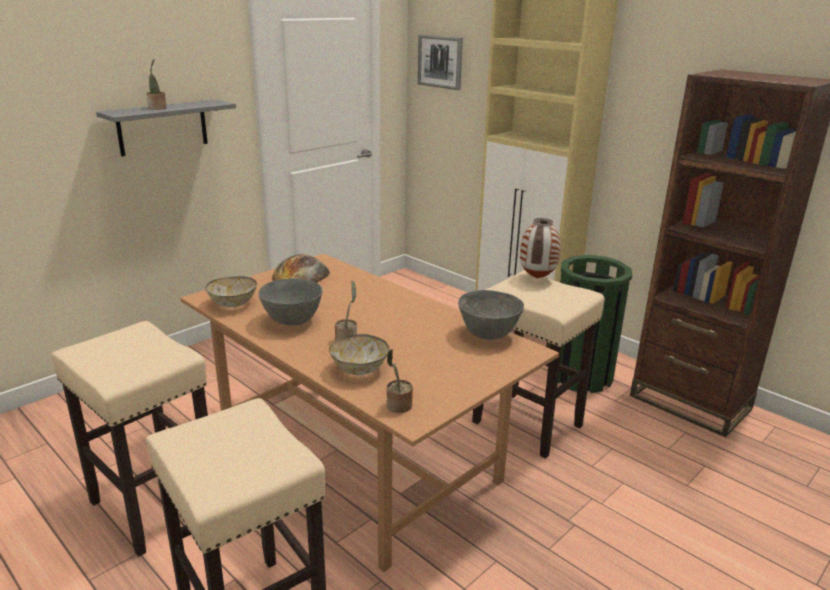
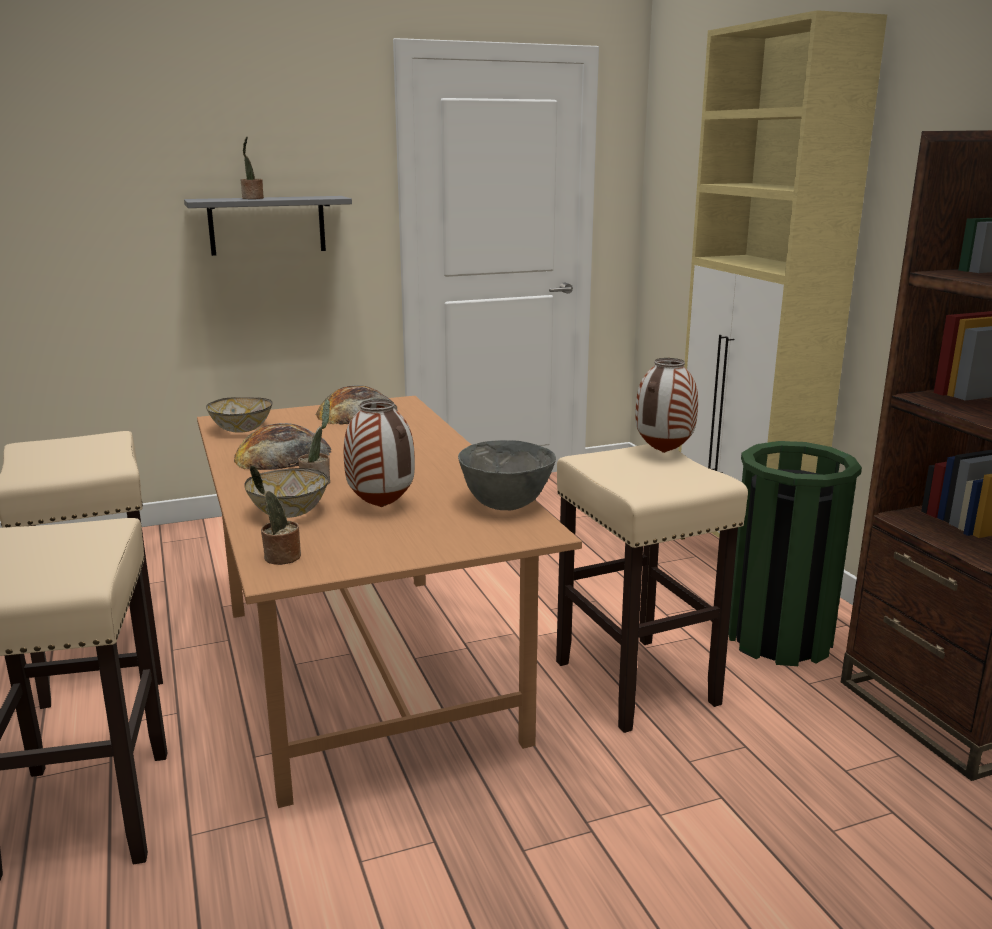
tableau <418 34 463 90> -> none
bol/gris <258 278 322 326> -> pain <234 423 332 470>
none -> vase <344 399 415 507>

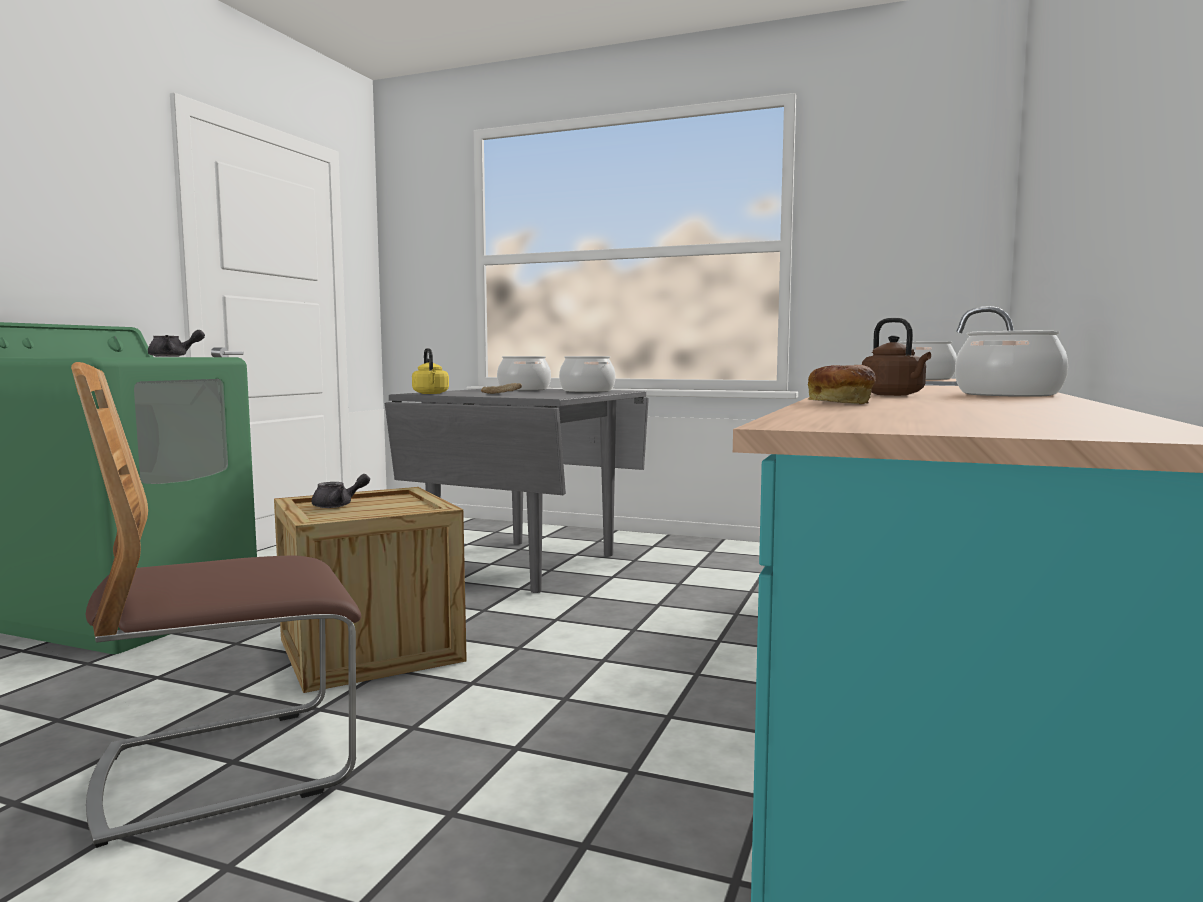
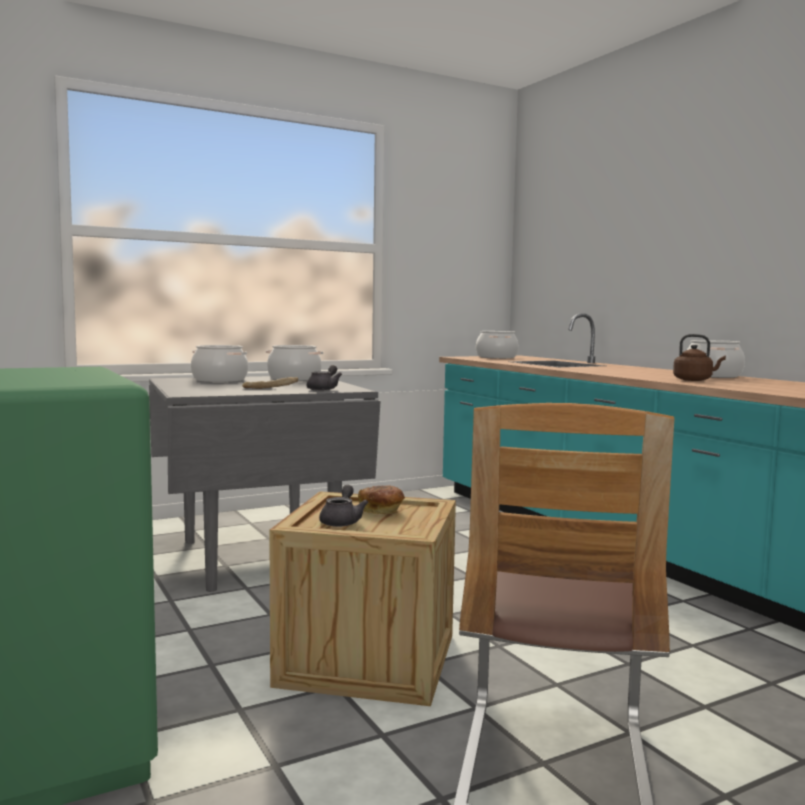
théière/gris <148 330 205 357> -> théière/gris <307 365 342 391>, relocated
bouilloire/jaune <412 348 449 394> -> none
pain <808 365 876 404> -> pain <358 485 405 514>, relocated

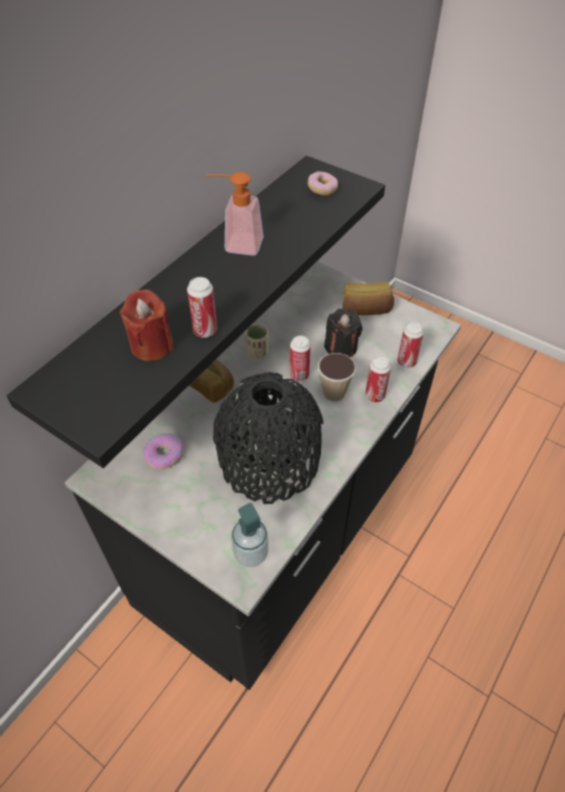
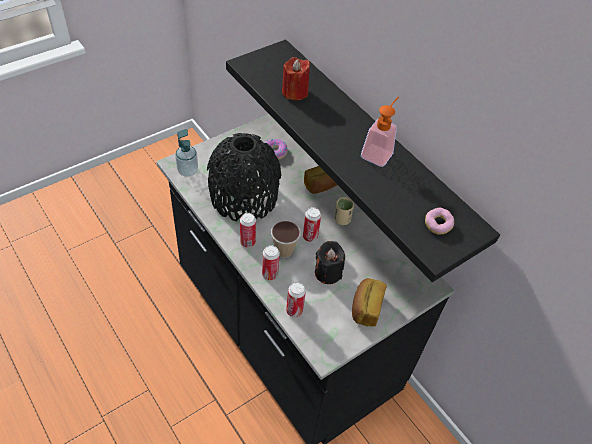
boîte métallique <187 277 217 338> -> boîte métallique <240 213 256 248>, relocated

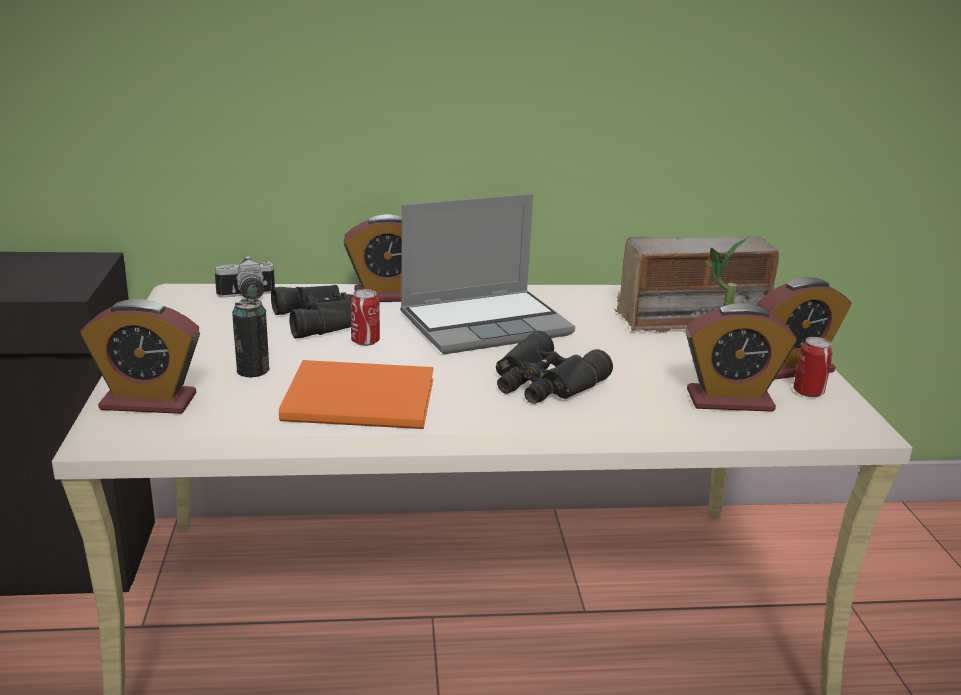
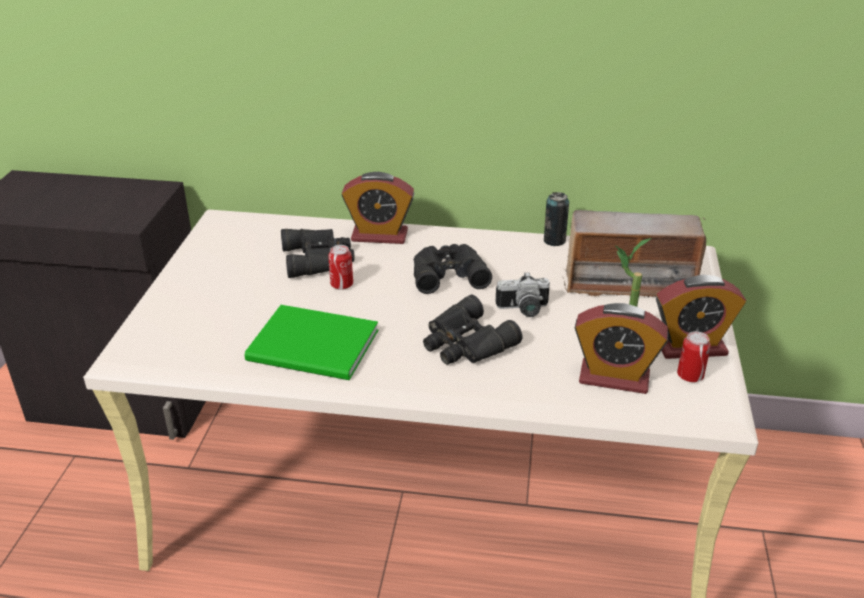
ordinateur portable <400 194 575 354> -> jumelles/noir <414 244 492 294>
appareil photo <215 255 275 299> -> appareil photo <495 272 550 317>, relocated
réveil <80 299 200 414> -> none
boîte métallique <232 299 269 378> -> boîte métallique <544 192 570 246>, relocated
livre/orange <279 360 434 429> -> livre/vert <244 305 378 380>

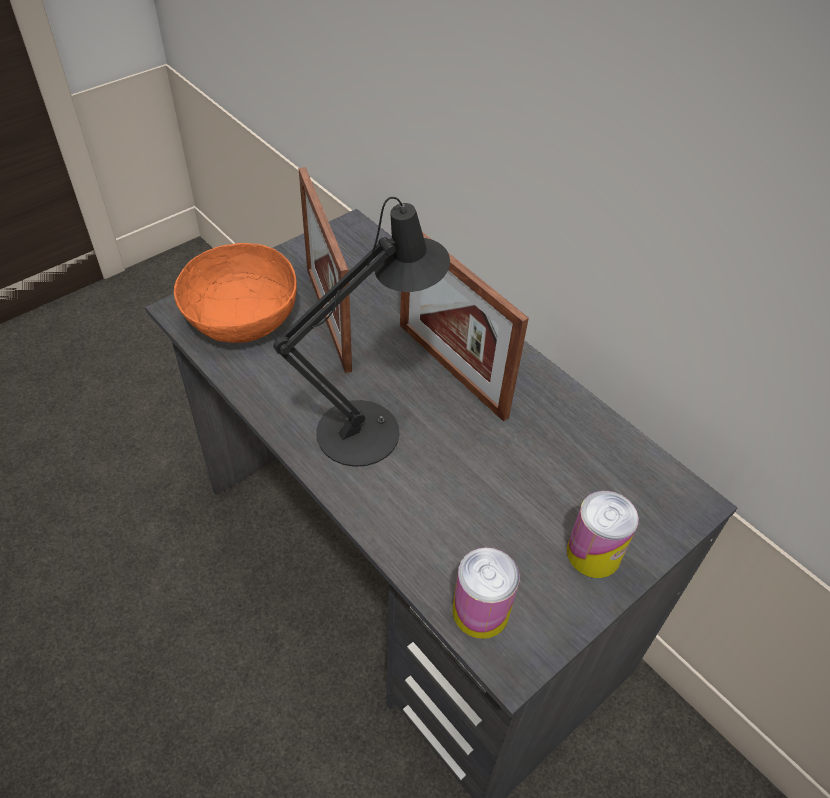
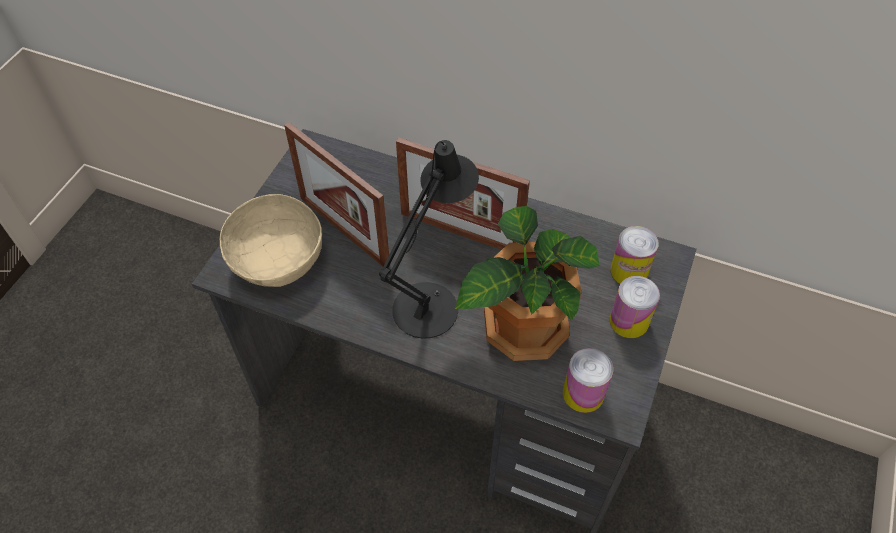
bol/orange <174 243 297 343> -> bol/beige <220 194 322 287>
none -> plante en pot <455 206 601 361>
none -> boîte métallique <610 226 659 284>

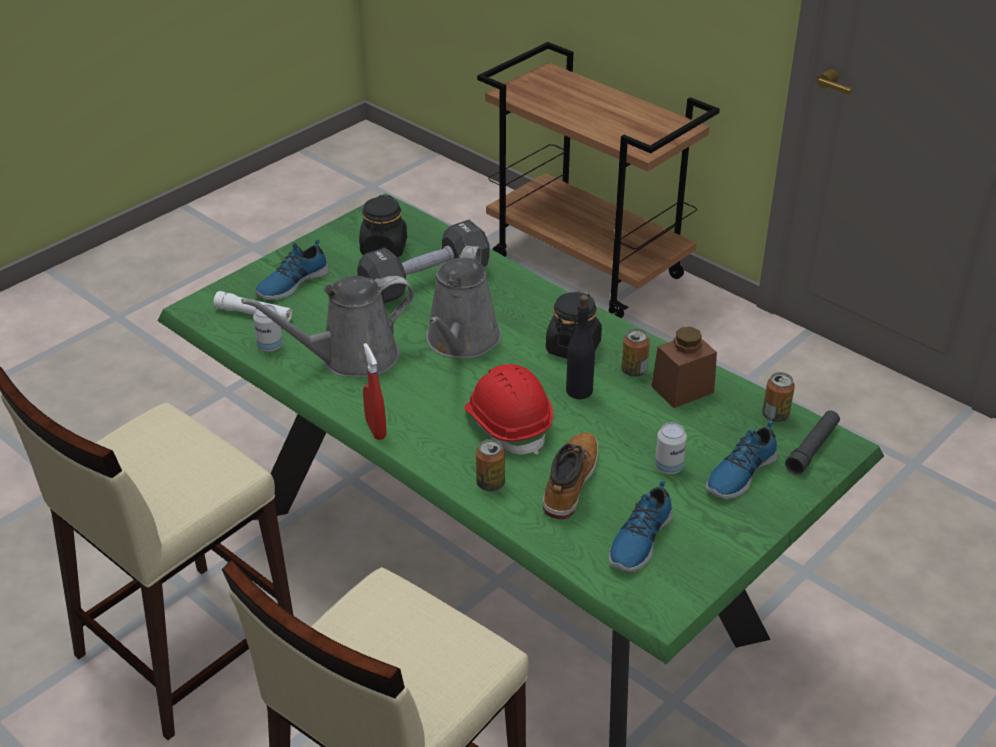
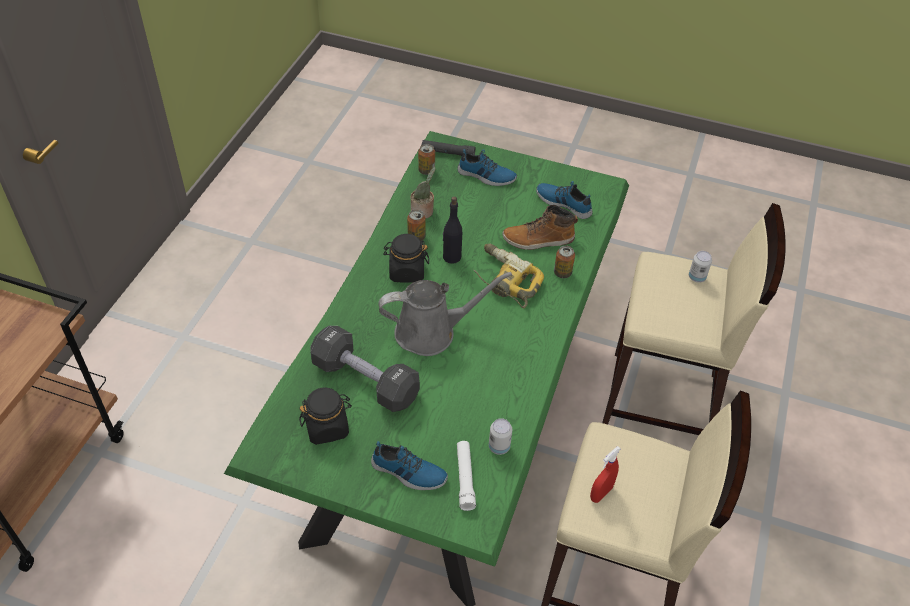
arrosoir/gris <241 276 414 377> -> none
bocal/marron <652 327 717 408> -> plante en pot <411 167 436 219>
vaporisateur/rouge <363 343 386 440> -> vaporisateur/rouge <590 446 621 503>, relocated
casque de chantier/rouge <465 364 553 455> -> perceuse <474 243 544 309>
boîte métallique <655 423 687 474> -> boîte métallique <689 251 712 283>, relocated
chaussure <609 480 673 572> -> chaussure <536 181 593 219>, 150 degrees counterclockwise

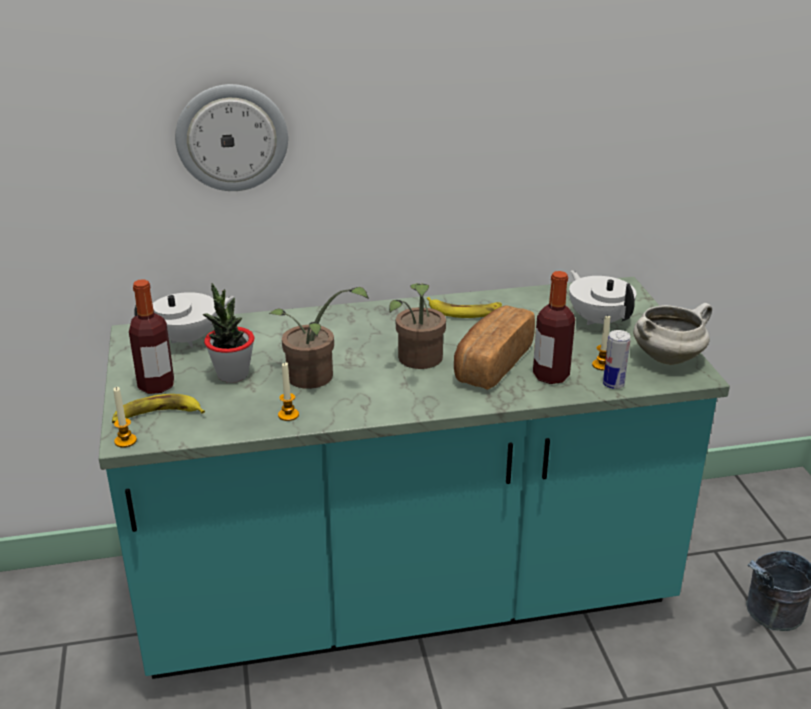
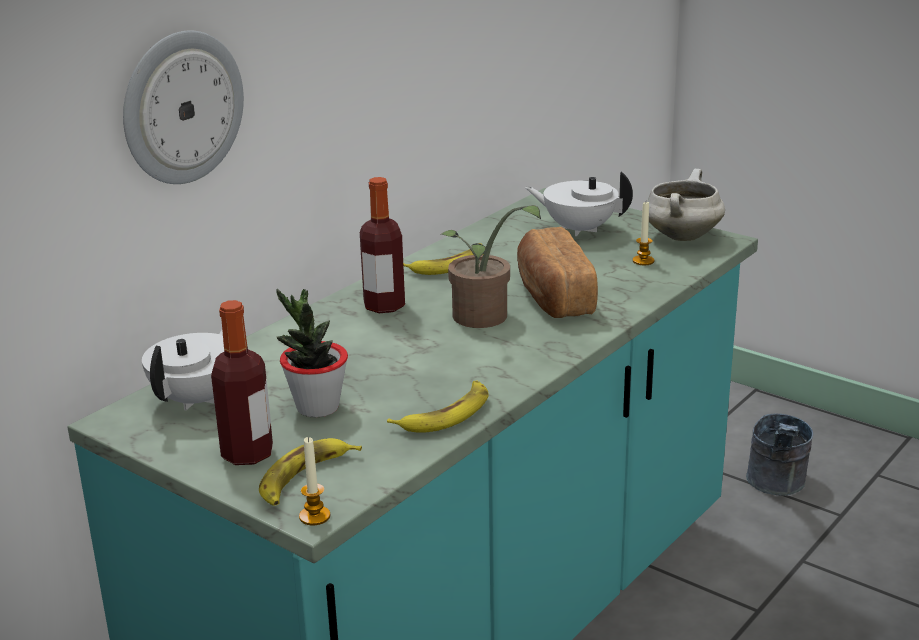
bouteille <533 271 575 384> -> bouteille <360 177 405 313>, relocated
plante en pot <269 287 369 389> -> none
boîte métallique <603 330 631 389> -> none
bougie <278 362 299 421> -> banane <387 380 489 433>

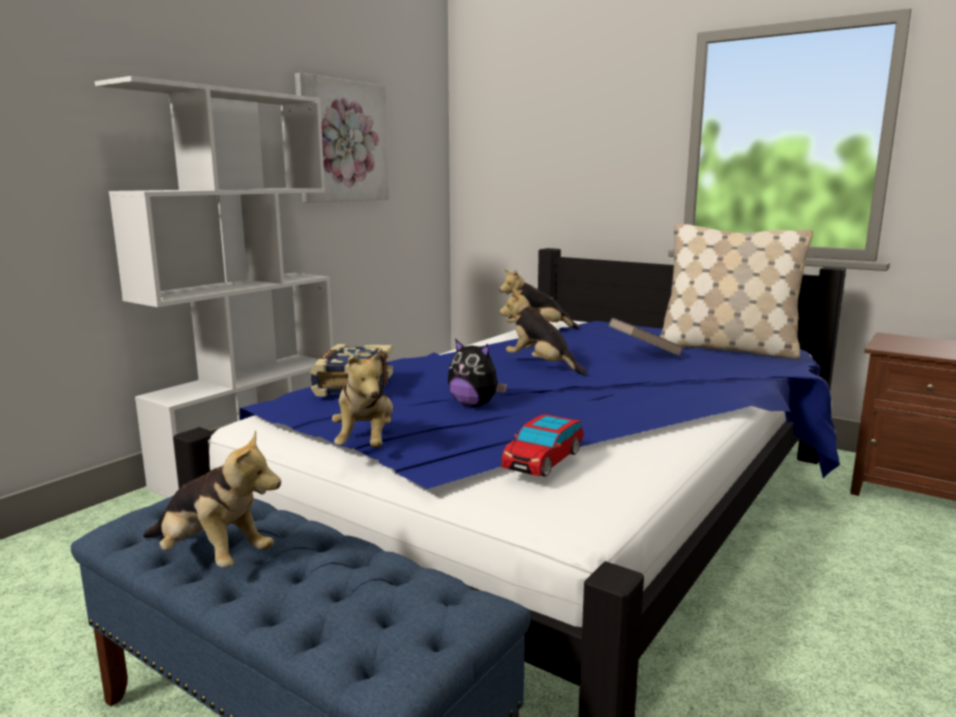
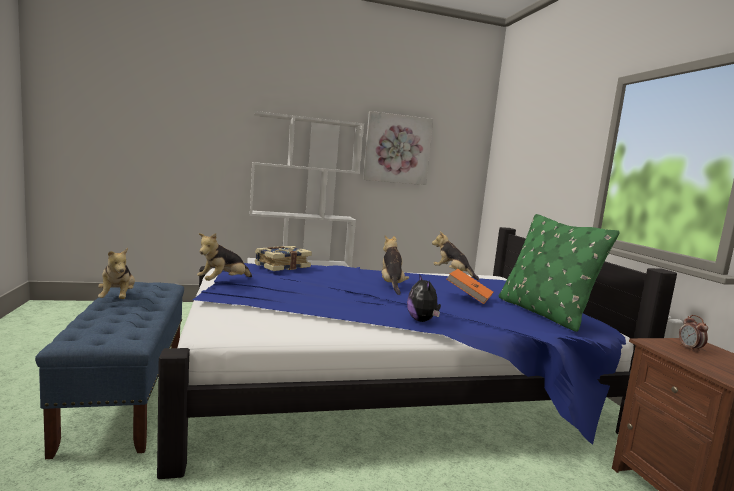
coussin/beige <660 223 813 359> -> coussin/vert <499 214 620 332>
livre/gris <609 318 684 356> -> livre/orange <446 269 493 304>
peluche <448 339 507 407> -> peluche <407 274 441 322>, relocated
petite voiture <502 414 583 477> -> none
none -> réveil <679 315 708 352>

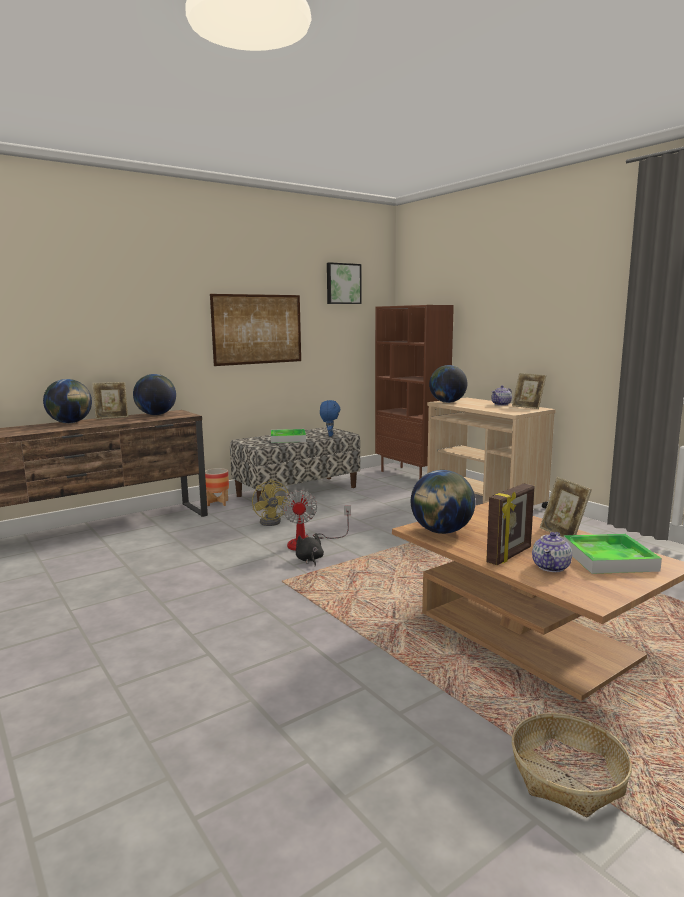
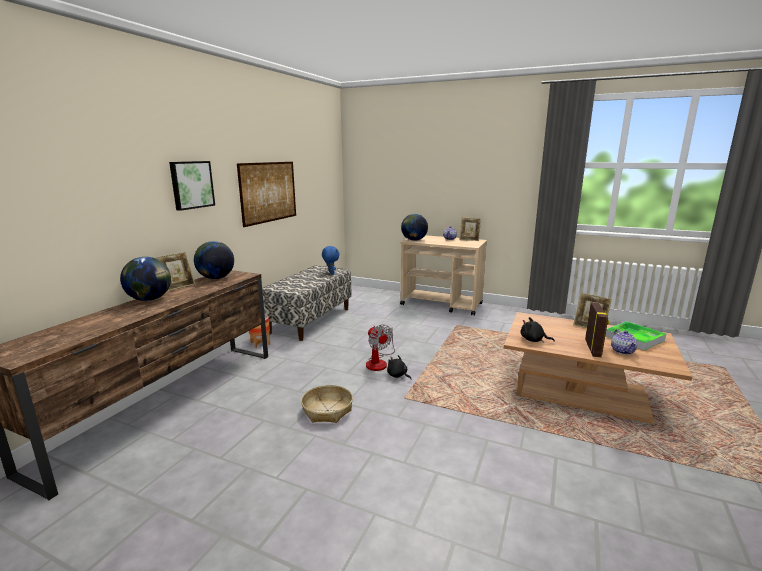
tableau <327 262 362 304> -> tableau <169 161 215 211>, relocated
bibliothèque/marron <375 305 454 479> -> none
plateau <271 429 306 443> -> none
globe <411 470 475 534> -> peluche/noir <520 317 555 343>
ventilateur/jaune <252 479 290 526> -> none
panier <512 713 632 817> -> panier <301 385 353 423>, relocated

